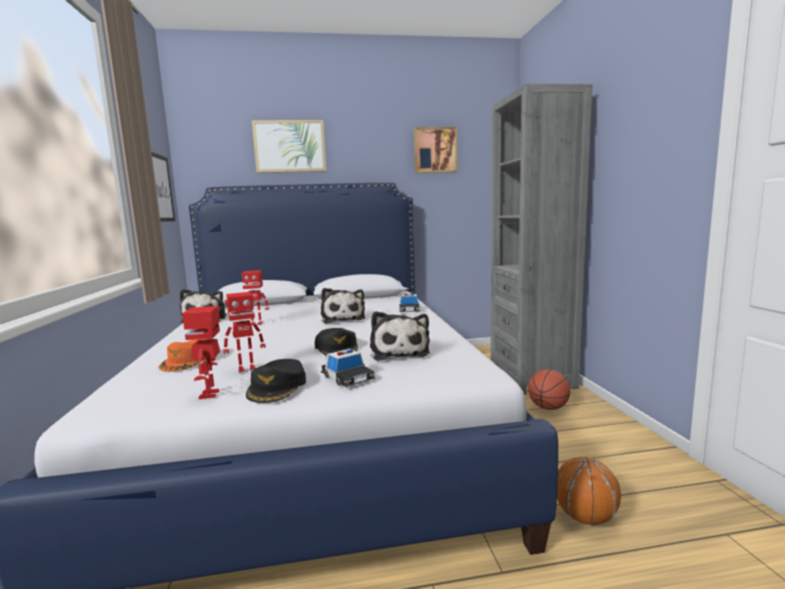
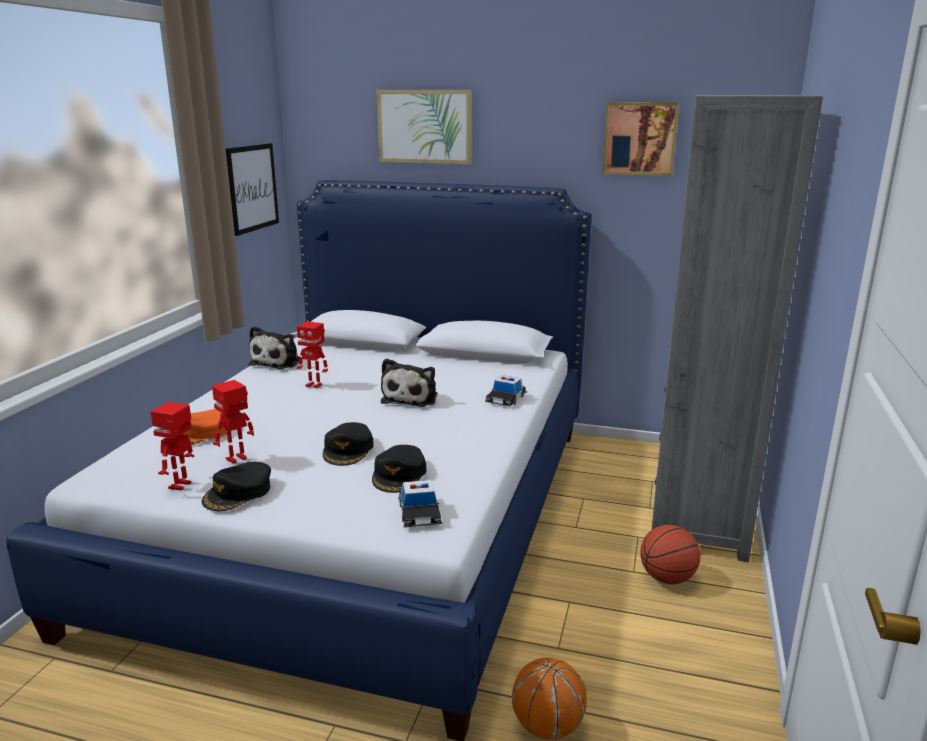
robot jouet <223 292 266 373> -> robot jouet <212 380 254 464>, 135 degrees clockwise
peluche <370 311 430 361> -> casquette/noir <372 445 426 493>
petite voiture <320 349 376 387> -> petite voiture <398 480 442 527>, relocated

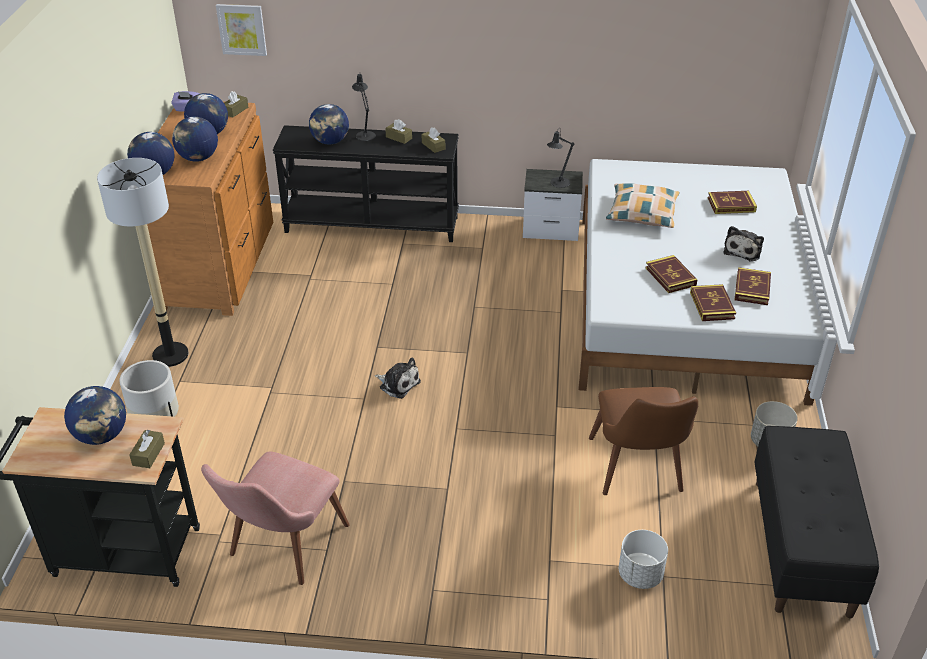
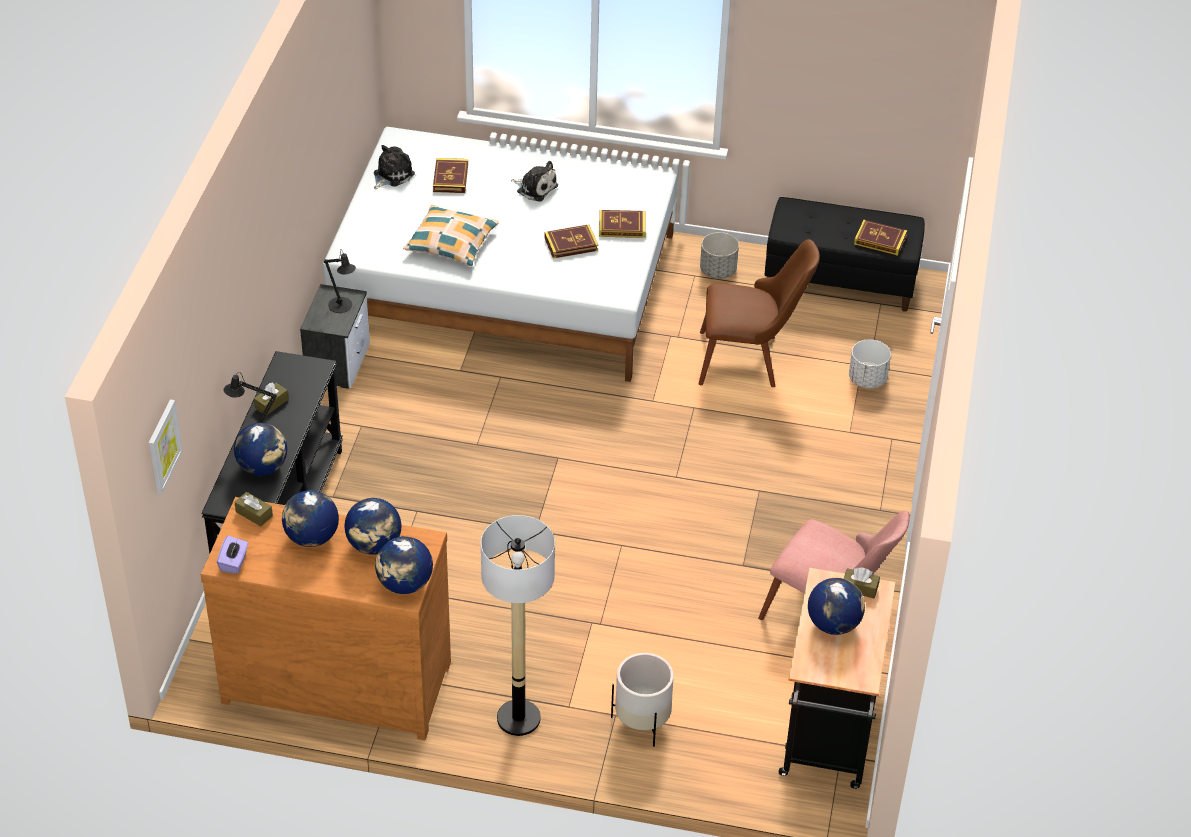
boîte à mouchoirs/marron <422 127 445 153> -> none
livre <734 267 771 305> -> livre <854 220 907 256>, relocated
peluche <375 358 421 399> -> peluche <374 145 415 189>, relocated

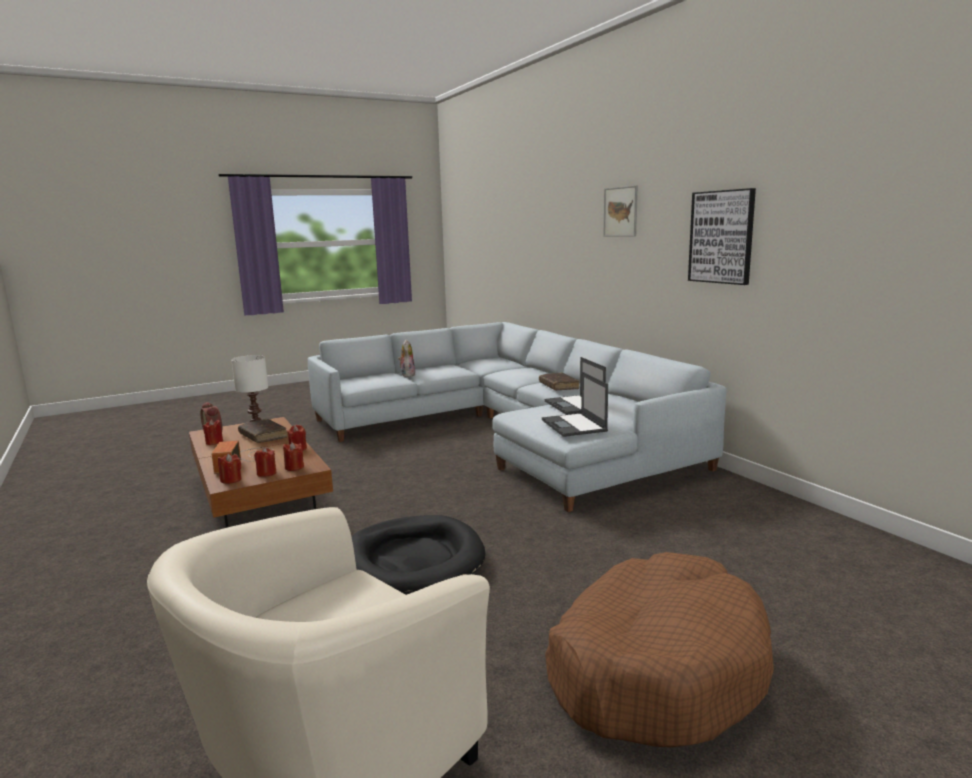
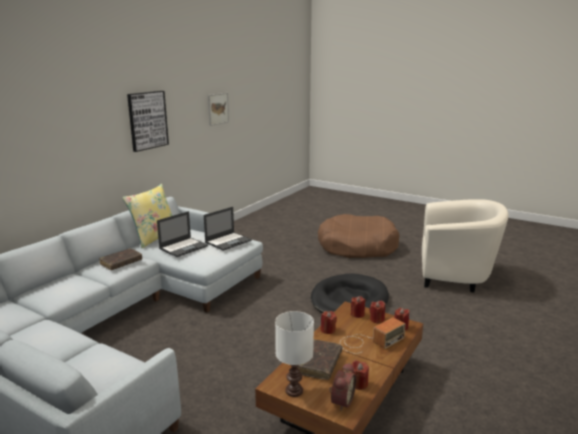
tableau <603 185 638 237> -> tableau <208 93 229 126>, relocated
peluche <398 339 415 377> -> none
none -> coussin/jaune <122 184 172 248>

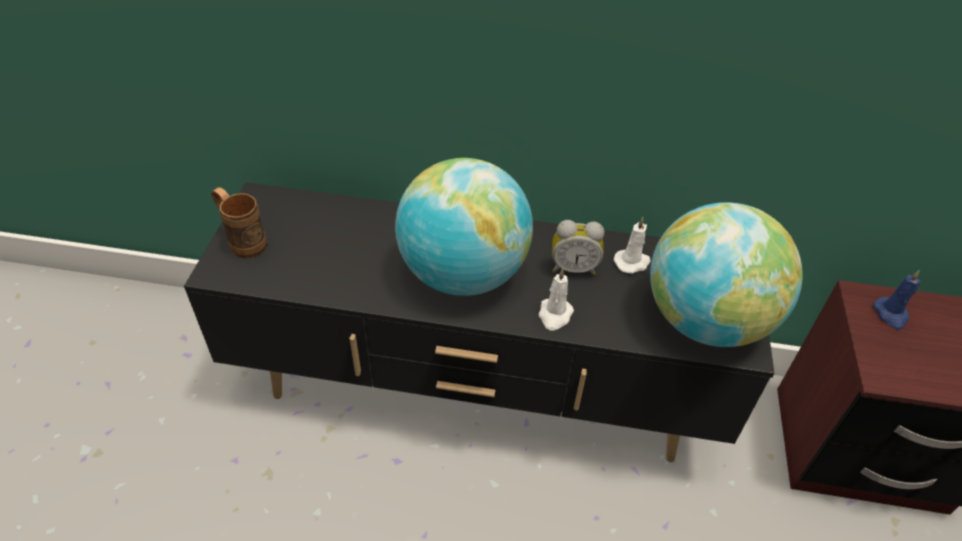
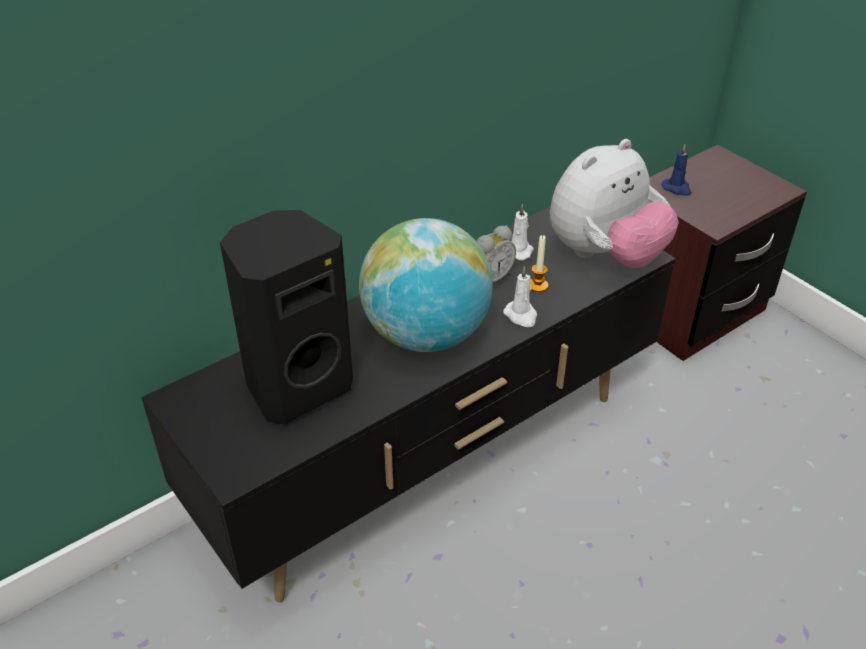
mug/marron <211 187 267 258> -> none
globe <650 202 803 347> -> peluche <550 139 679 268>
none -> enceinte/noir <220 210 353 424>
none -> bougie <531 235 549 292>

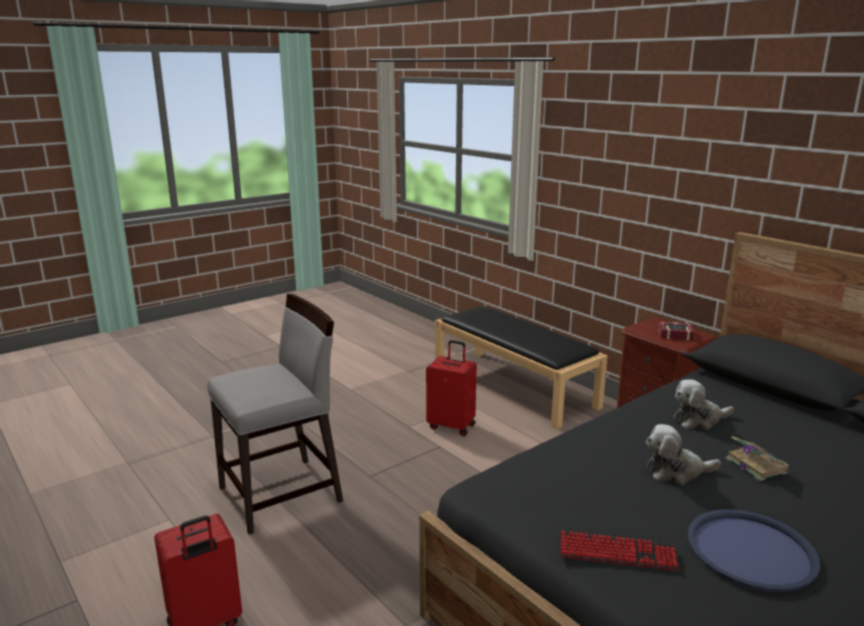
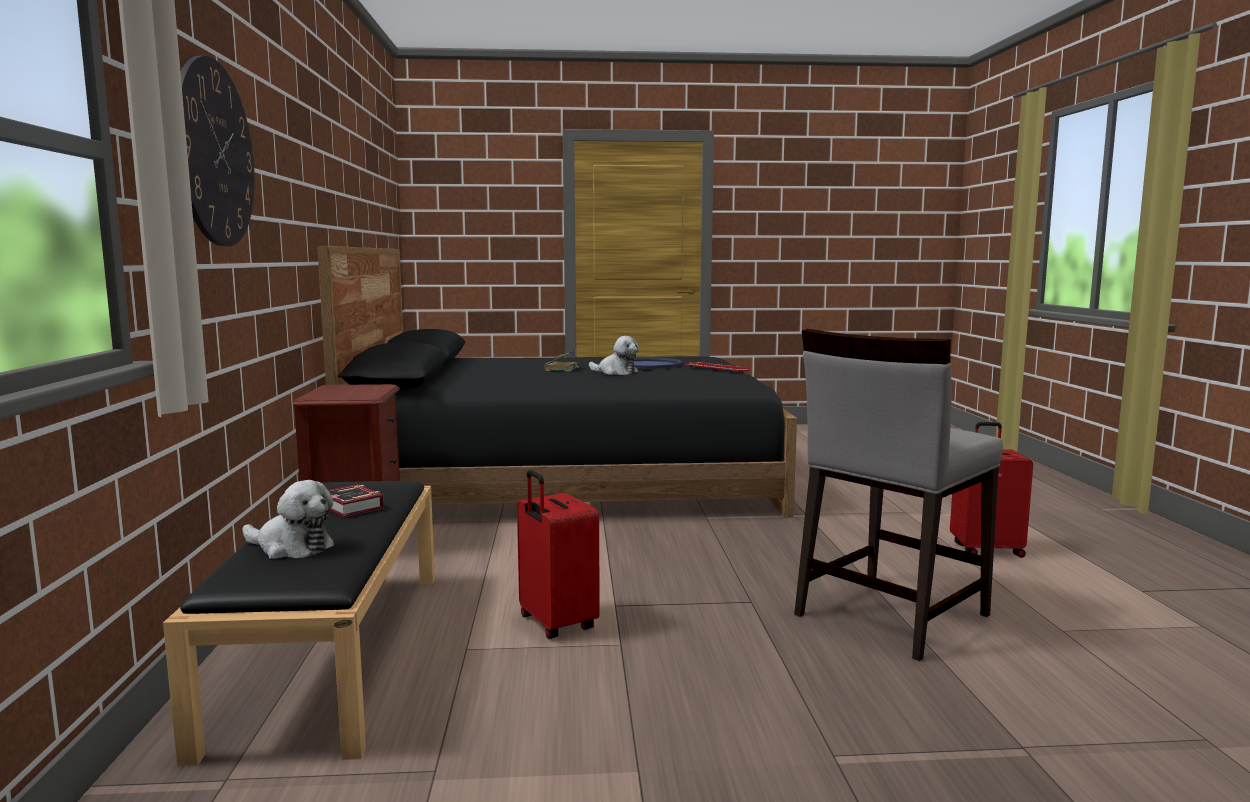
chaise/gris <207 294 343 535> -> chaise/gris <794 329 1003 661>, 45 degrees counterclockwise
livre <658 322 695 340> -> livre <328 484 384 518>, relocated
peluche <673 379 734 430> -> peluche <242 480 334 559>, relocated
none -> horloge murale <181 56 255 246>

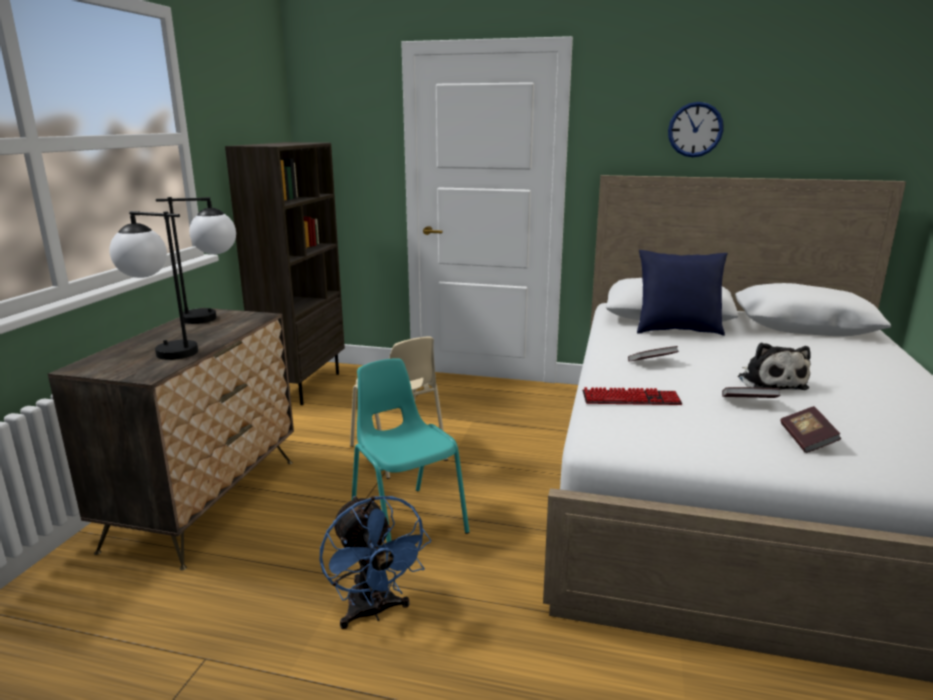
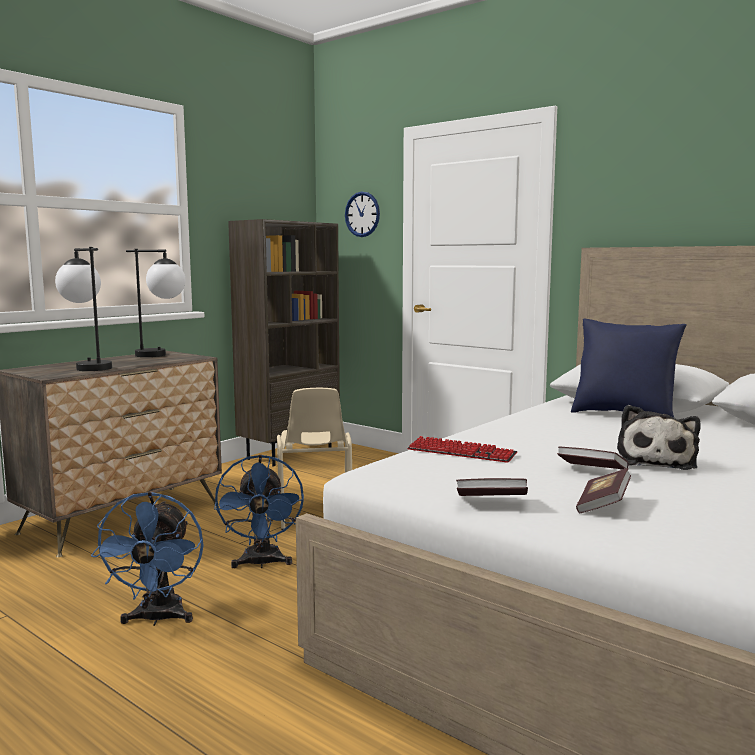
horloge murale <668 102 724 157> -> horloge murale <345 191 380 237>, relocated
livre <628 346 679 362> -> livre <456 478 528 496>, relocated
chaise/turquoise <351 358 469 542> -> ventilateur/bleu <214 454 304 568>

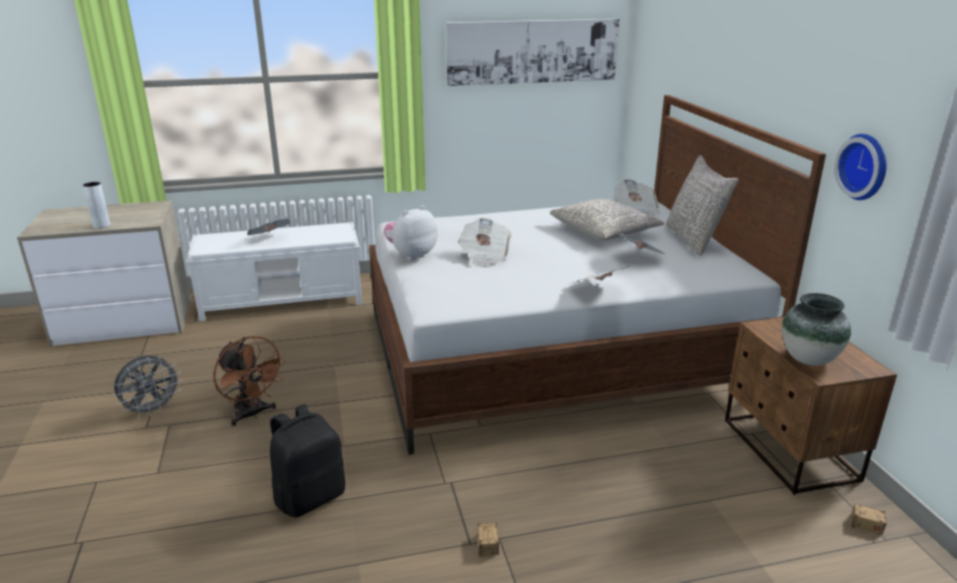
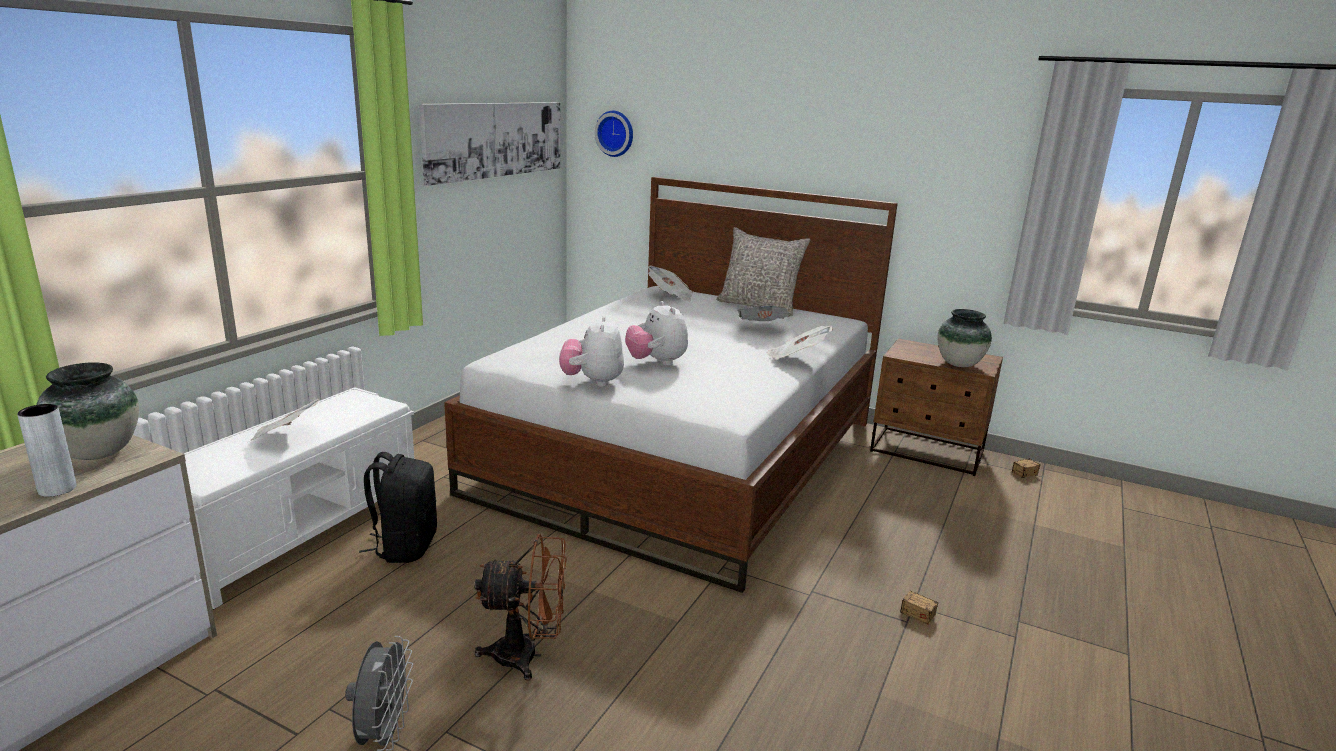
horloge murale <834 134 887 200> -> horloge murale <594 111 633 157>, relocated
coussin/gris <550 199 664 240> -> none
journal <458 218 511 268> -> peluche <625 301 688 366>
sac à dos/noir <270 404 345 517> -> sac à dos/noir <359 452 437 563>, relocated
none -> vase <36 362 139 460>

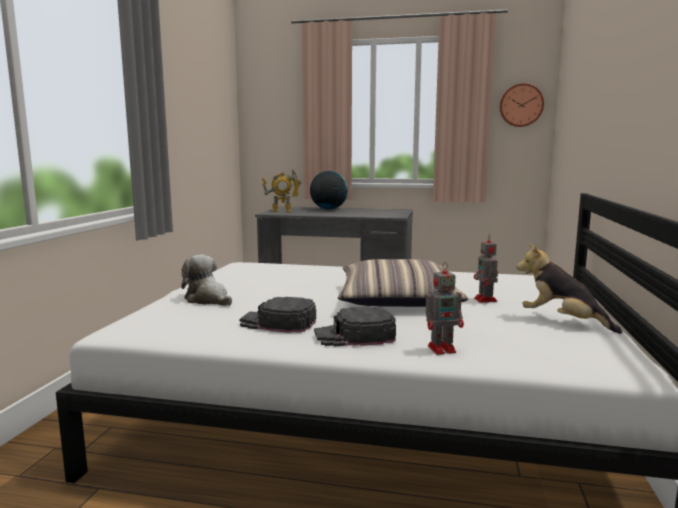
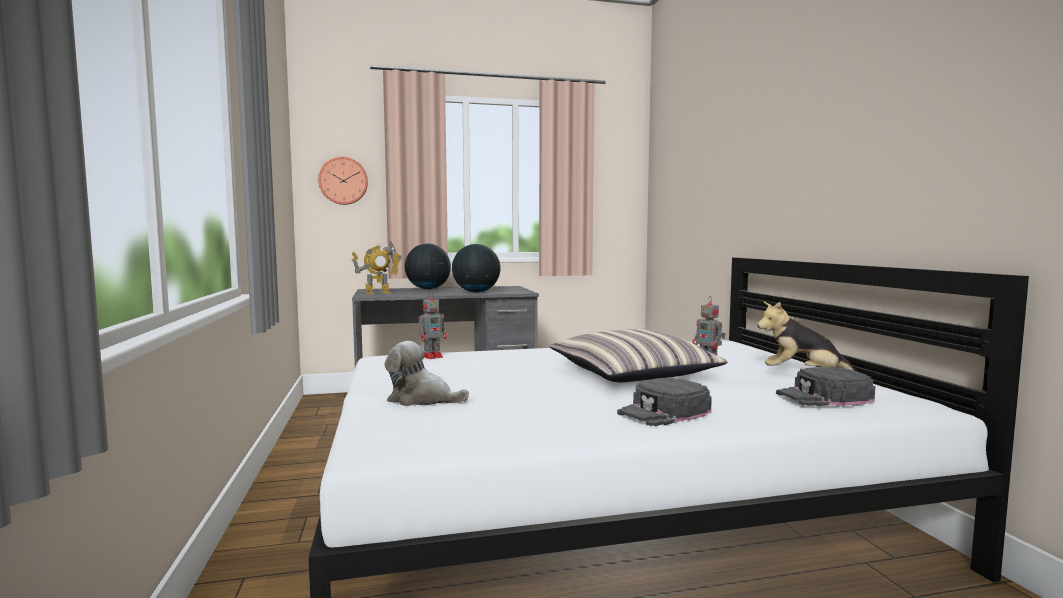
horloge murale <500 83 544 127> -> horloge murale <318 157 368 205>, relocated
robot jouet <426 262 464 355> -> robot jouet <419 292 447 359>, relocated
casquette/noir <239 297 316 333> -> casquette/noir <776 367 875 406>, relocated
none -> globe <452 244 501 292>

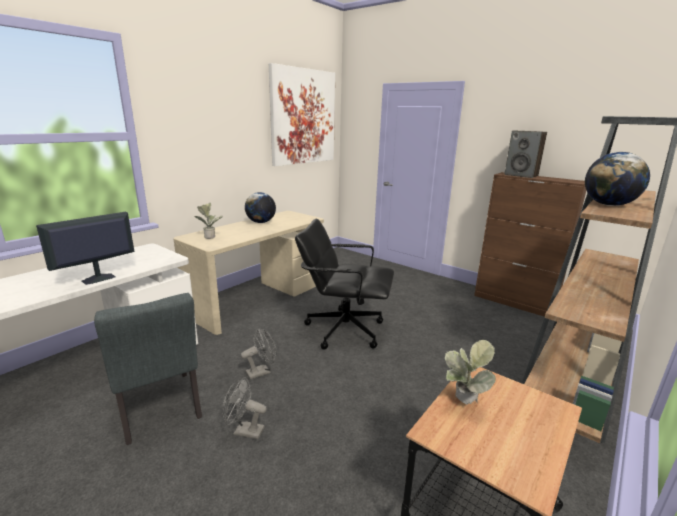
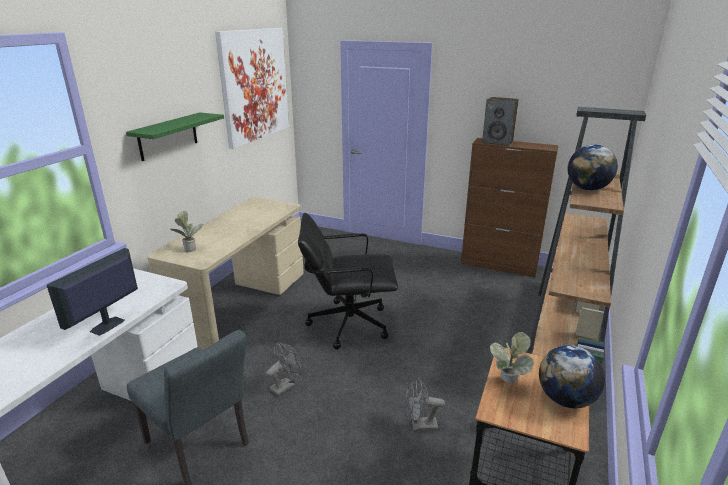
globe <245 192 276 223> -> globe <539 345 605 408>, relocated
ventilateur/gris <222 377 267 439> -> ventilateur/gris <405 378 445 431>, relocated
none -> étagère/vert <126 112 224 161>

